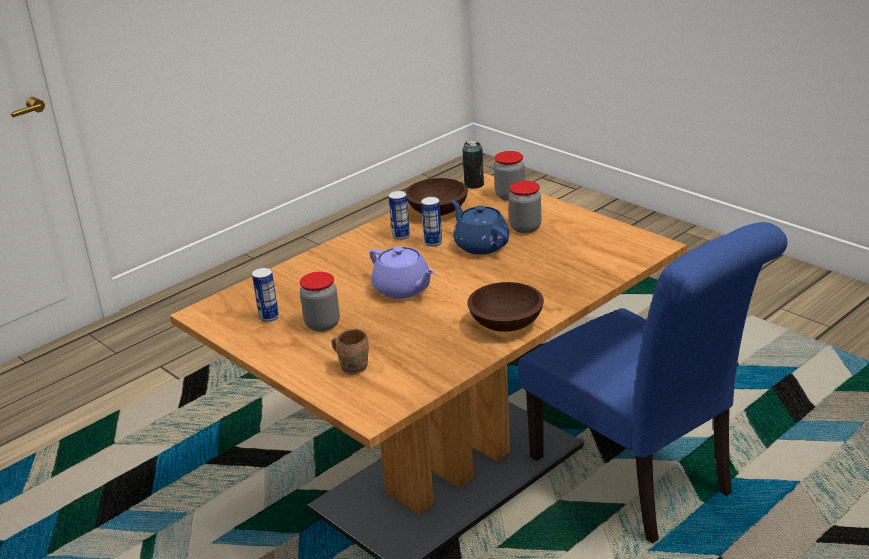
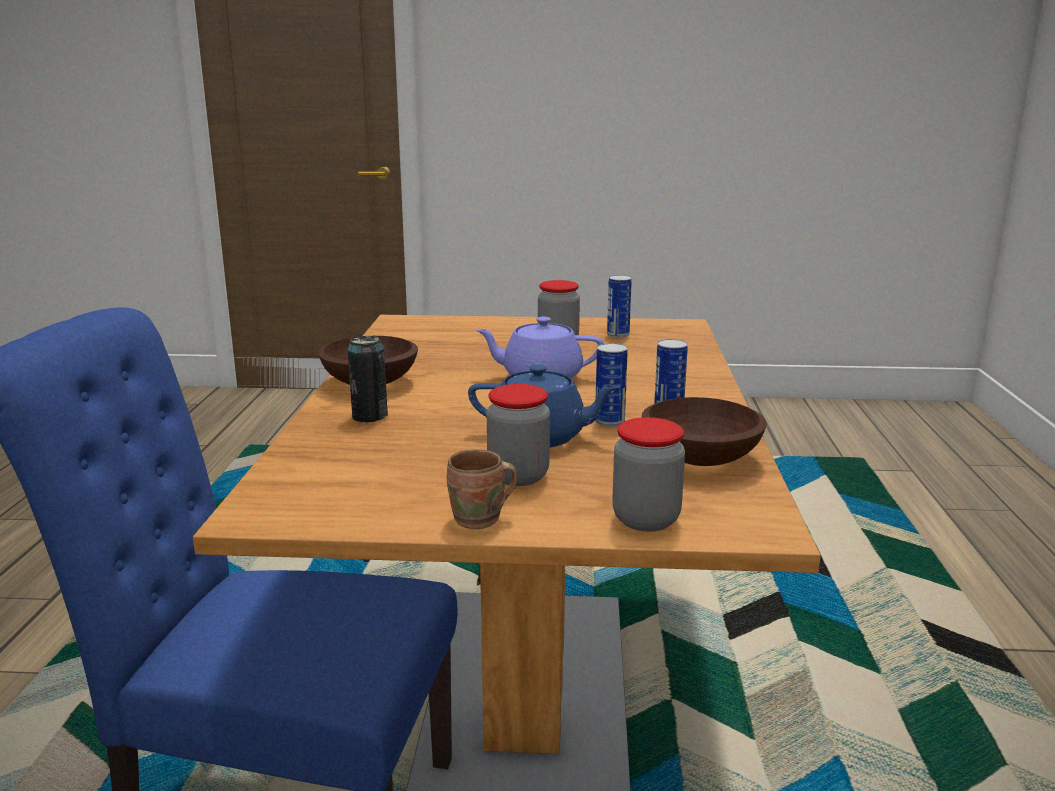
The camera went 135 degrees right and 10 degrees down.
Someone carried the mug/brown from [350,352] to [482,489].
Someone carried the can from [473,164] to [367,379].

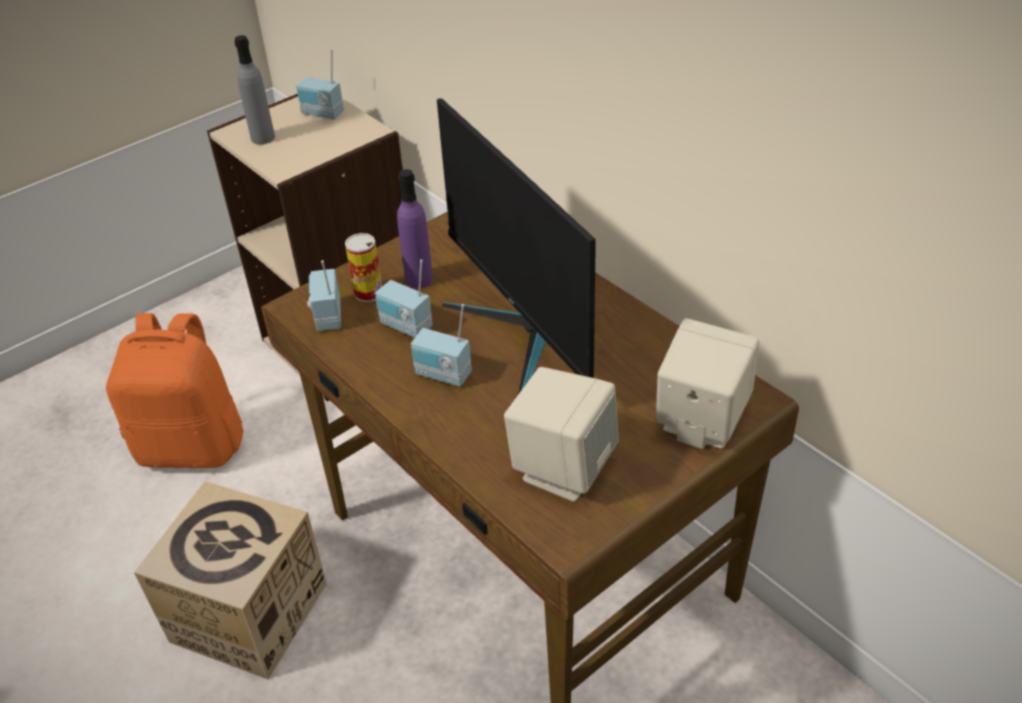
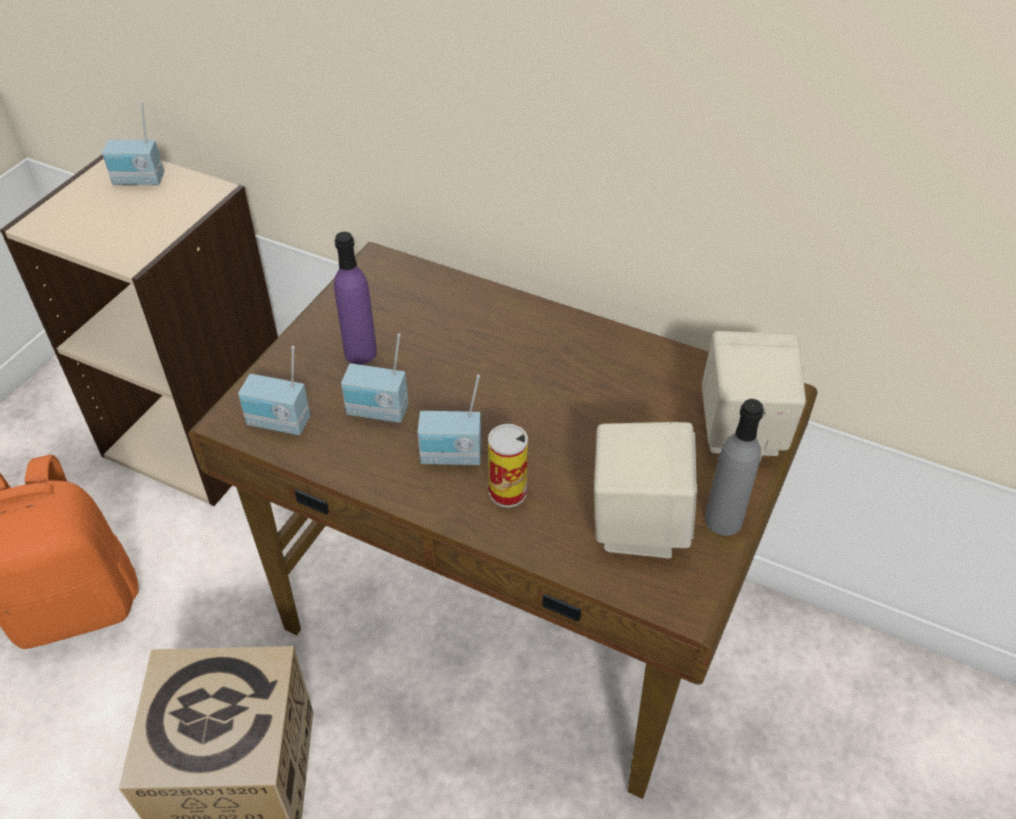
The camera went 25 degrees left and 5 degrees up.
Someone carried the bottle/grey from [254,90] to [734,467].
Someone rotated the radio at [324,295] by 45 degrees counterclockwise.
Someone carried the can from [363,267] to [508,466].
Someone took away the monitor at [516,246].

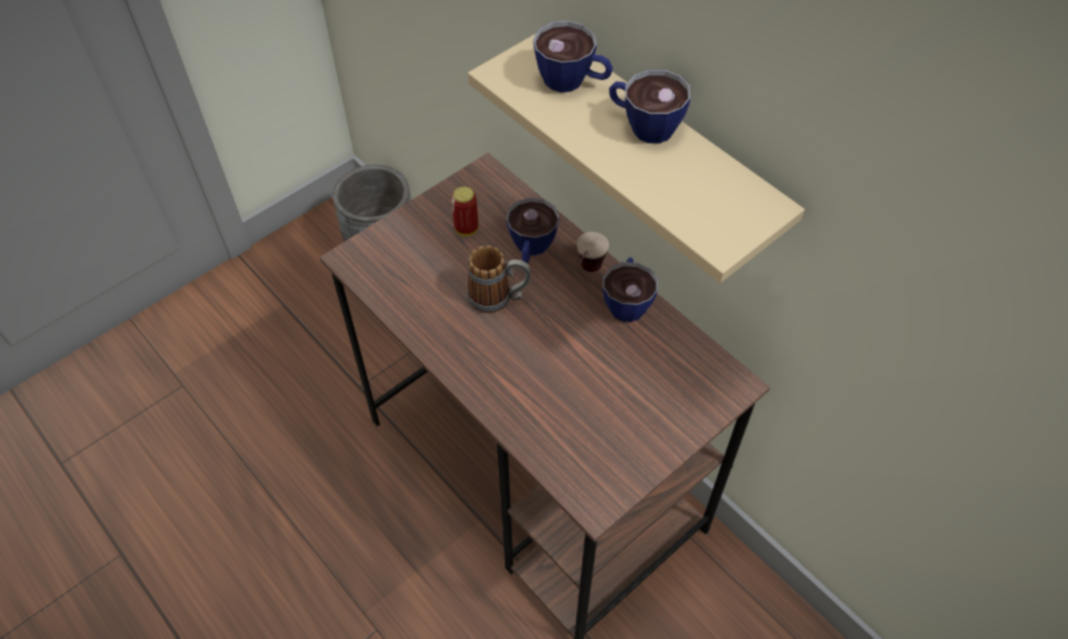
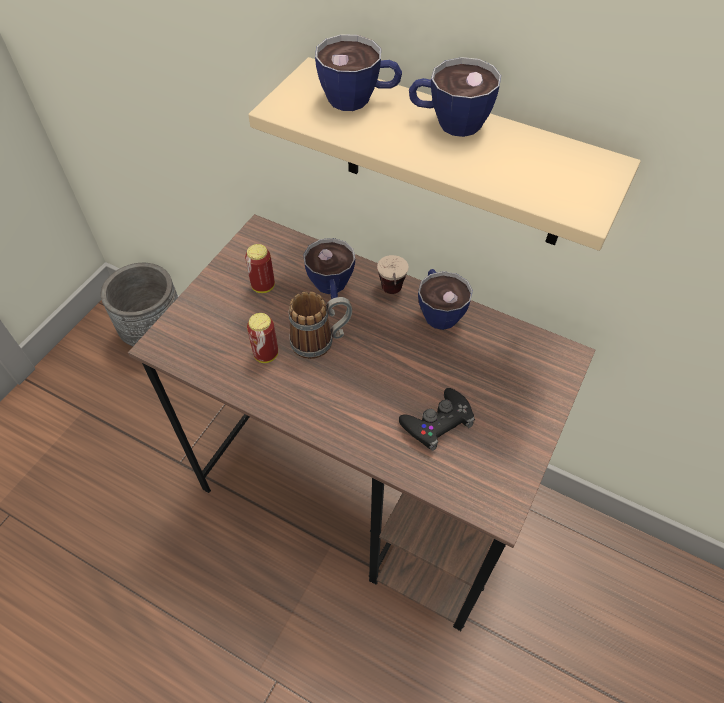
The camera went 20 degrees left and 0 degrees up.
Someone put down the can at [262,338].
Someone put down the game controller/black at [437,419].

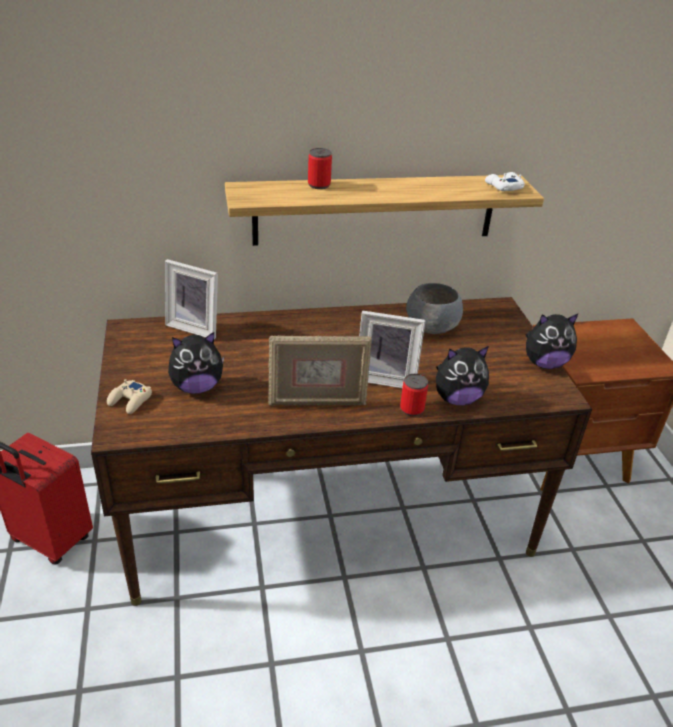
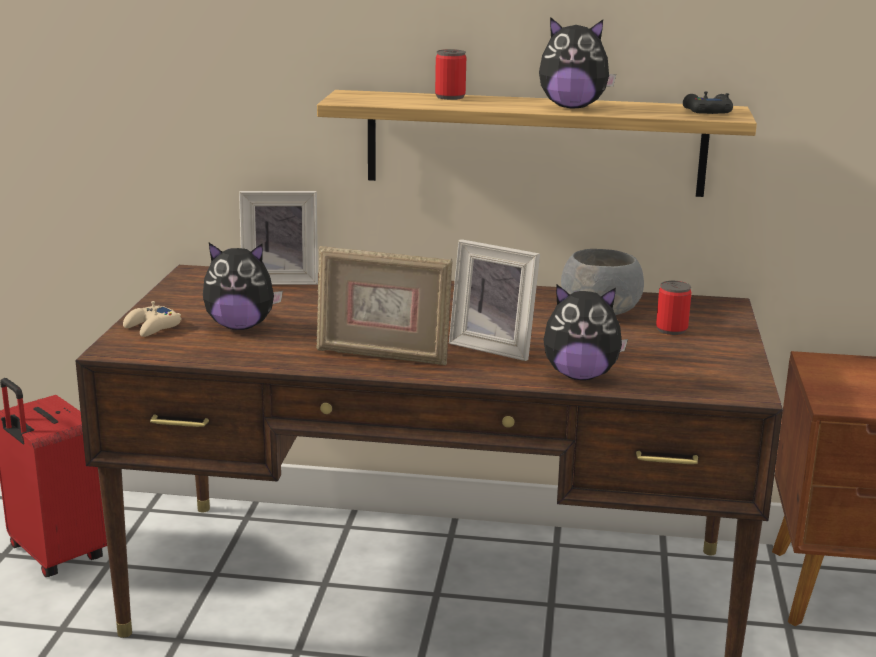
The camera went 20 degrees right and 15 degrees down.
Someone rotated the picture frame at [191,299] by 45 degrees counterclockwise.
Someone carried the can from [414,395] to [674,308].
Someone repainted the game controller/white at [505,181], which became the game controller/black at [708,102].
Someone carried the plush toy from [552,341] to [577,63].

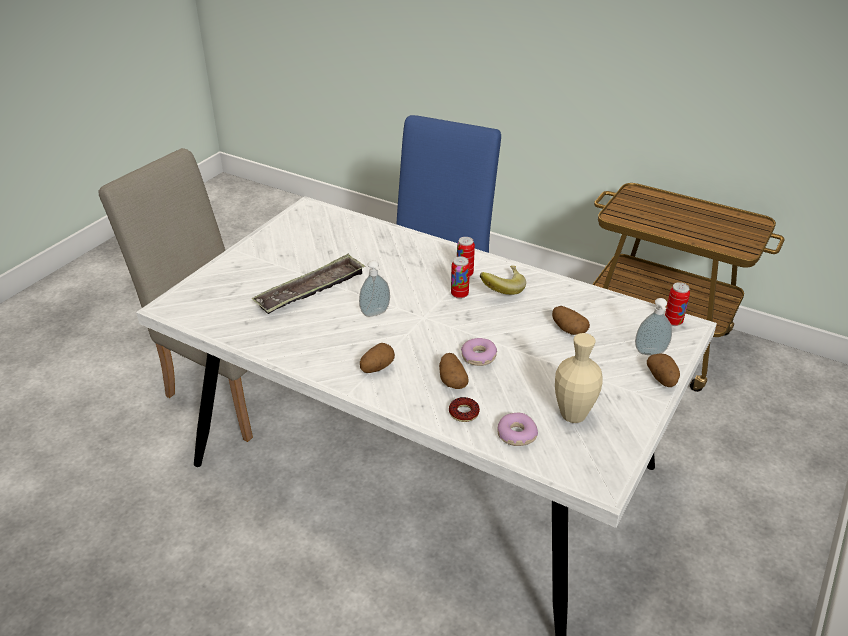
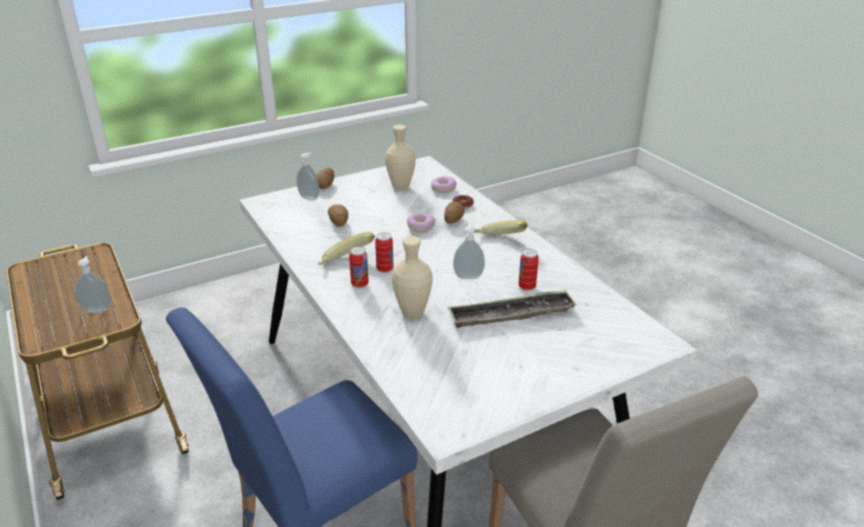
The camera went 150 degrees left and 5 degrees down.
Someone swapped the potato at [377,358] for the banana at [500,227].
Someone carried the can from [677,304] to [529,270].
Someone put down the soap dispenser at [93,284].
Someone put down the vase/beige at [412,277].

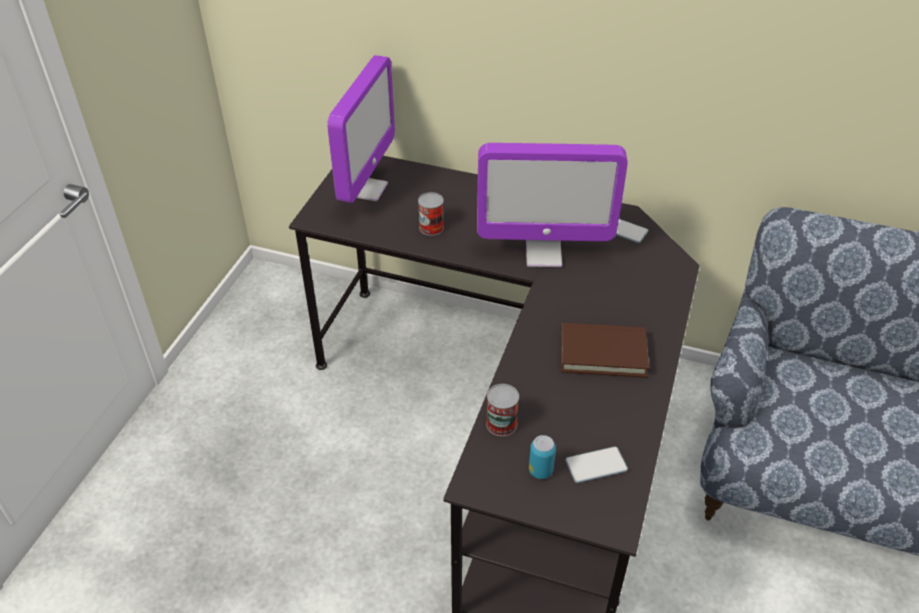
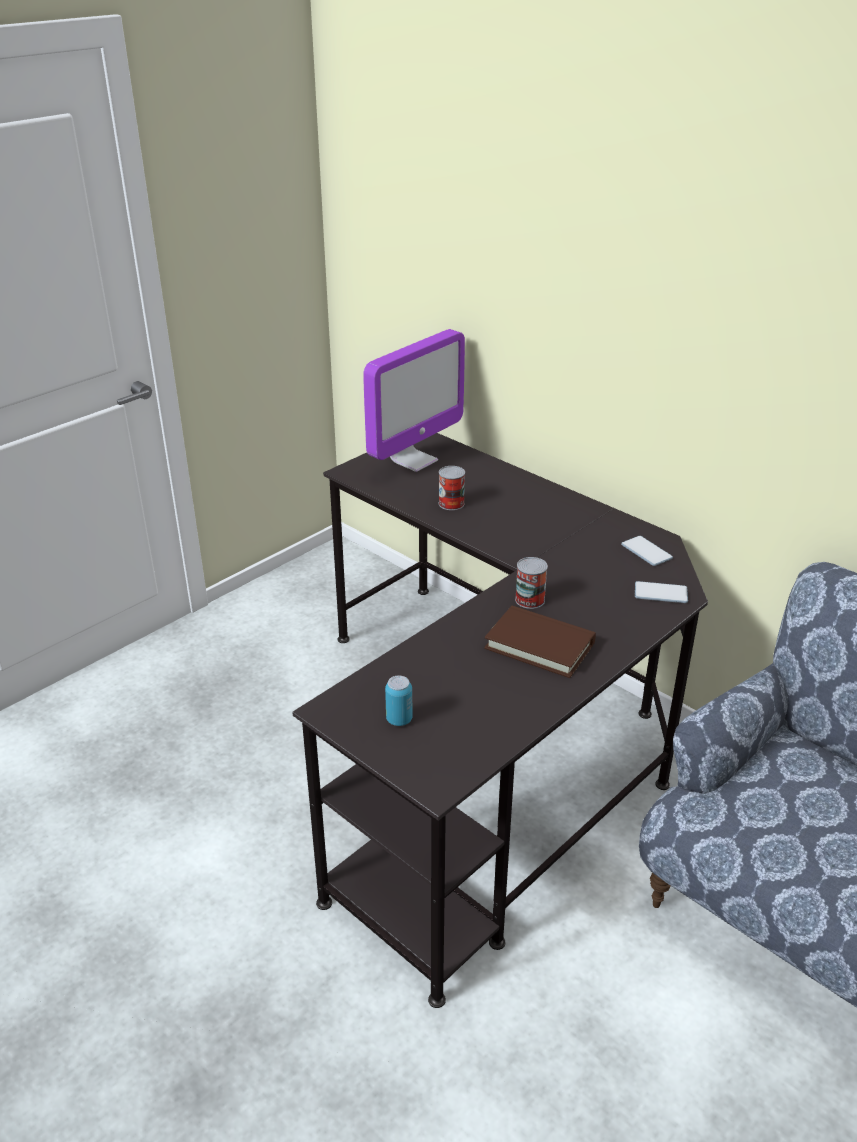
The camera went 25 degrees right and 10 degrees down.
Someone took away the monitor at [552,205].
Someone carried the can from [502,410] to [531,583].
Someone carried the phone from [596,464] to [661,592].

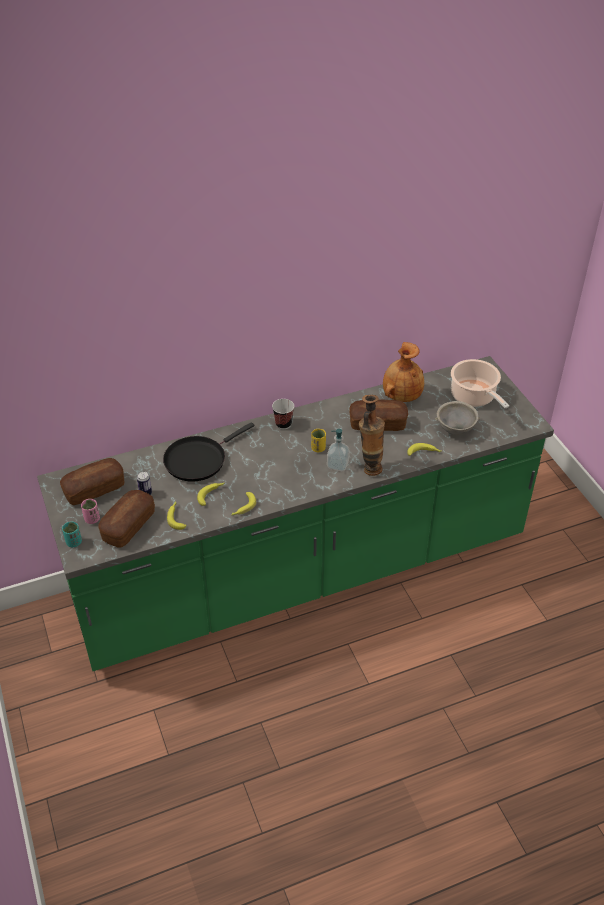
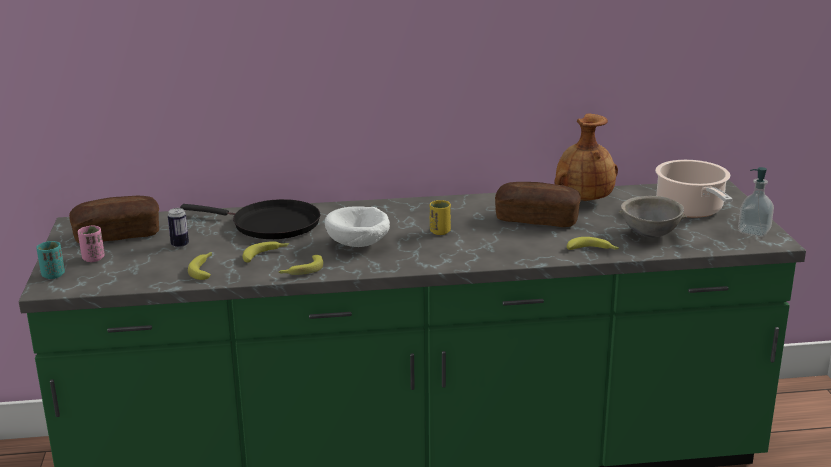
The camera went 15 degrees right and 20 degrees down.
Someone took away the bread at [126,519].
Someone rotated the frying pan/black at [208,452] by 135 degrees counterclockwise.
Someone took away the cup at [283,414].
Someone carried the soap dispenser from [338,450] to [756,202].
Someone took away the vase at [372,435].
Someone put down the bowl/white at [357,226].

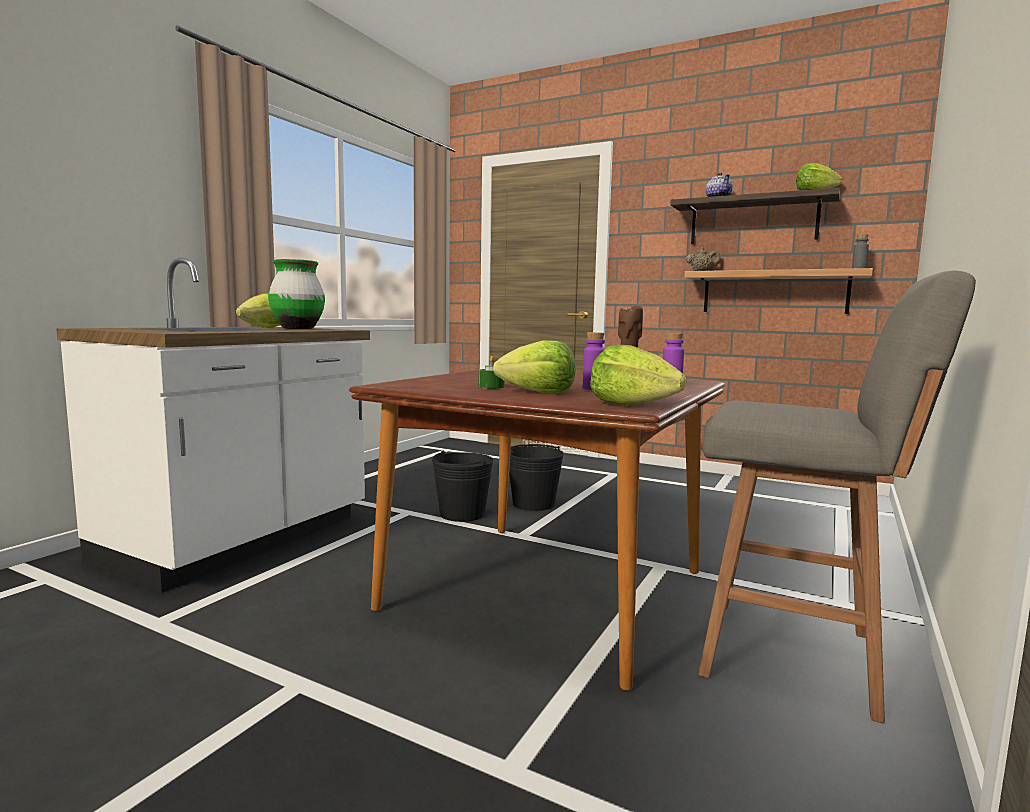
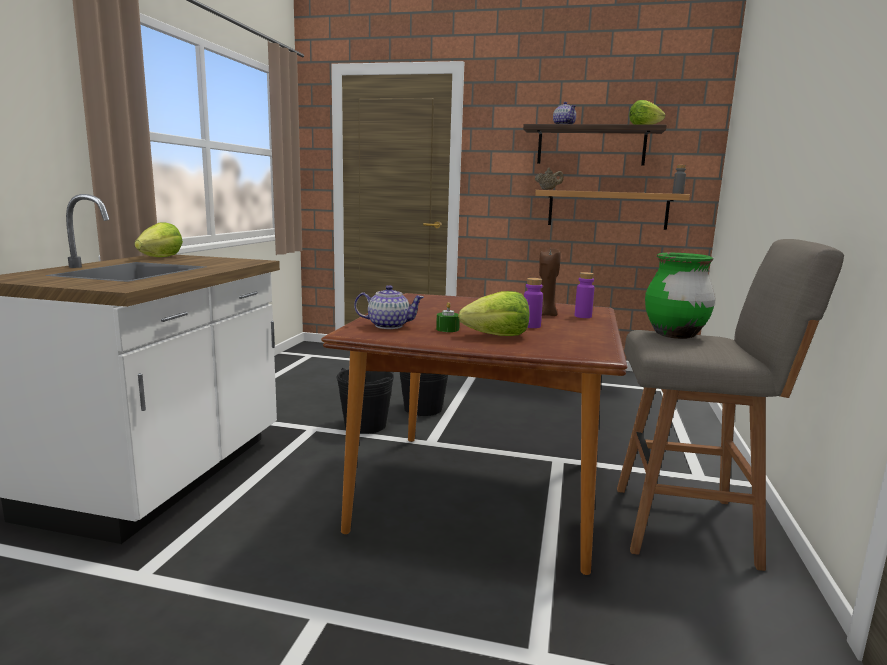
The camera went 15 degrees left and 5 degrees up.
Someone carried the vase/green from [296,294] to [680,296].
Someone took away the lettuce at [638,375].
Someone put down the teapot at [389,307].

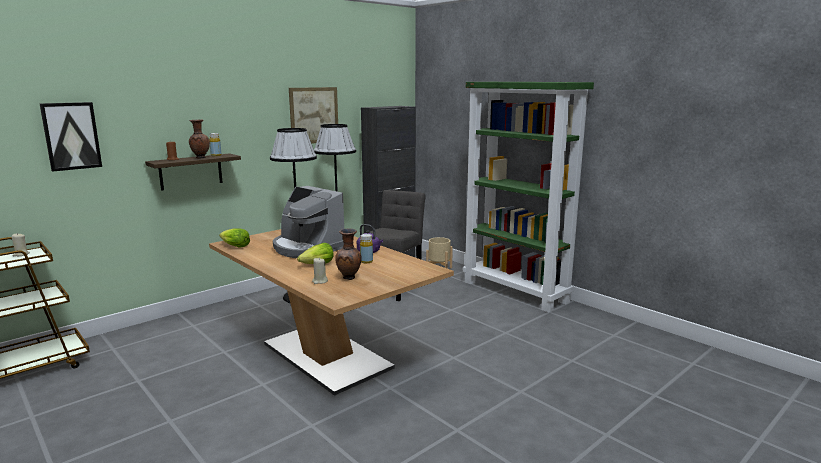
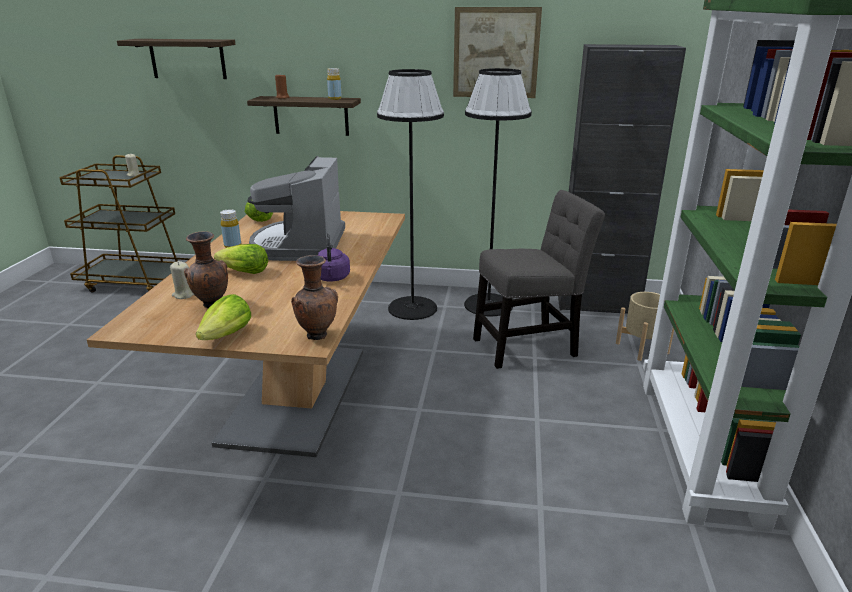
The camera went 50 degrees right and 10 degrees up.
Someone swapped the picture at [71,137] for the shelf at [176,59].
Someone carried the vase/brown from [199,139] to [314,297].
Someone carried the bottle/yellow from [366,248] to [230,228].
Someone put down the lettuce at [223,317].

